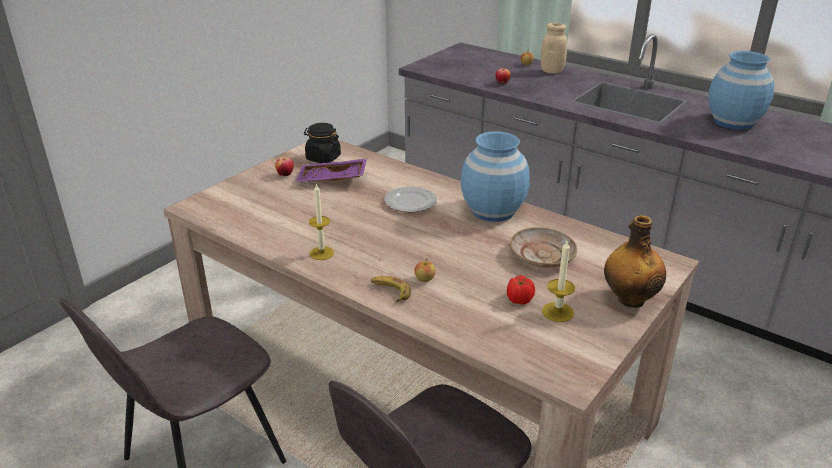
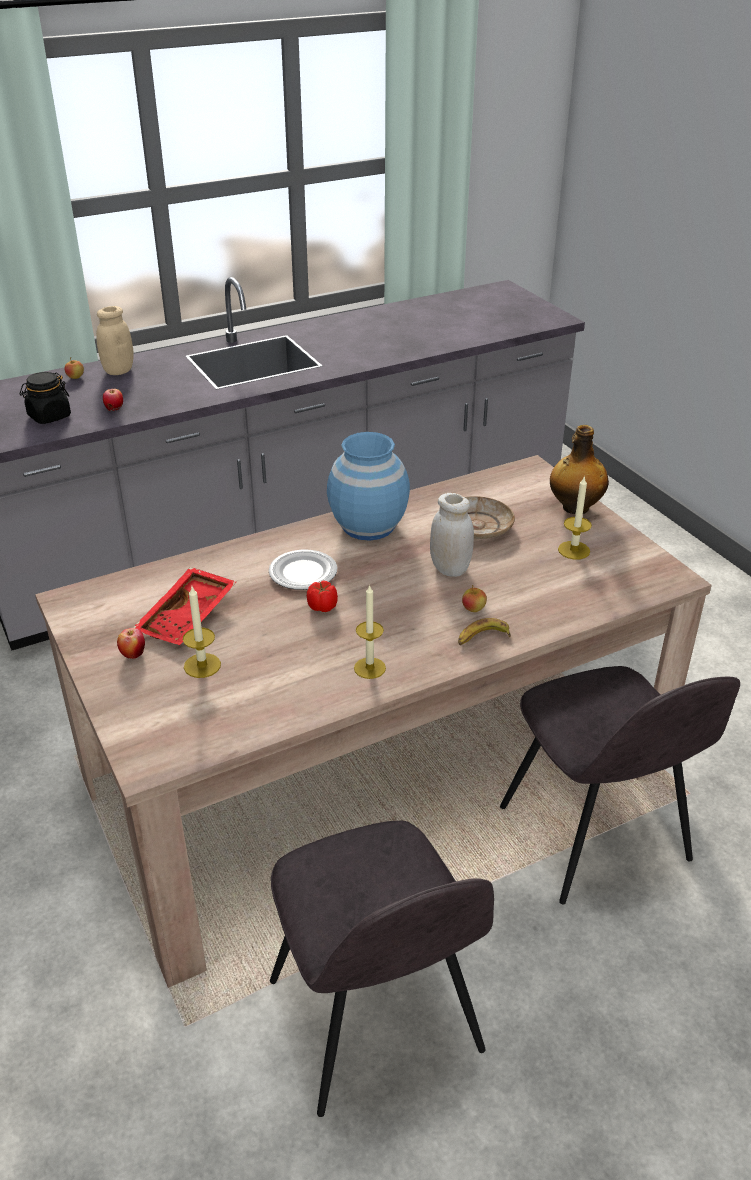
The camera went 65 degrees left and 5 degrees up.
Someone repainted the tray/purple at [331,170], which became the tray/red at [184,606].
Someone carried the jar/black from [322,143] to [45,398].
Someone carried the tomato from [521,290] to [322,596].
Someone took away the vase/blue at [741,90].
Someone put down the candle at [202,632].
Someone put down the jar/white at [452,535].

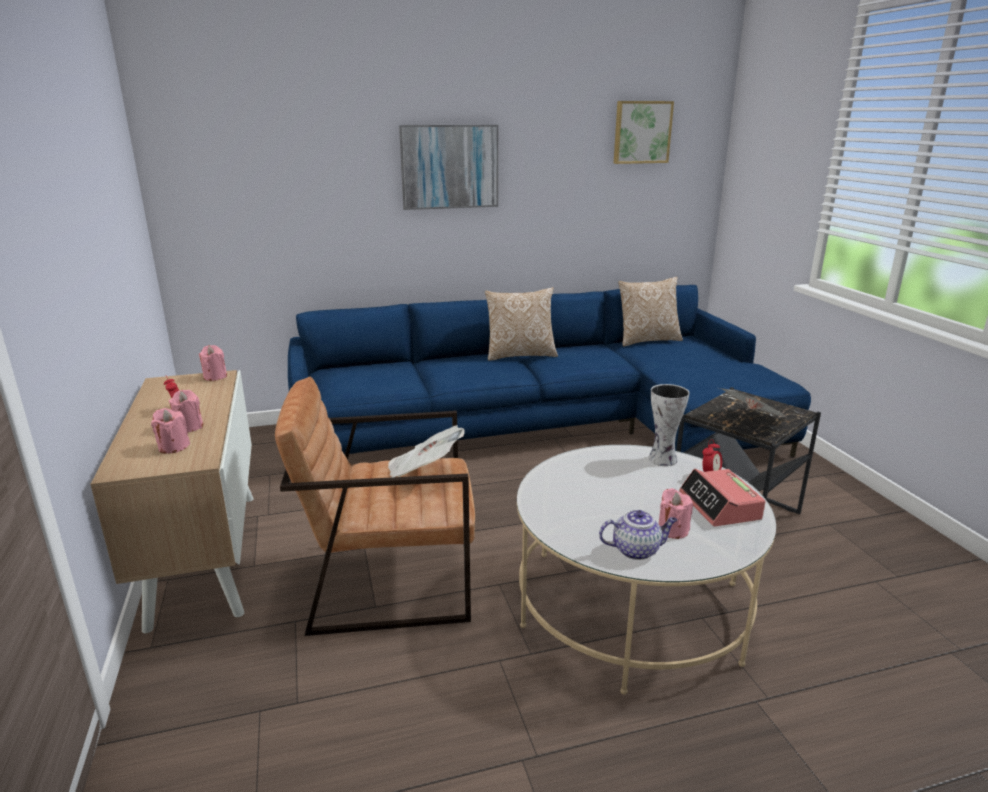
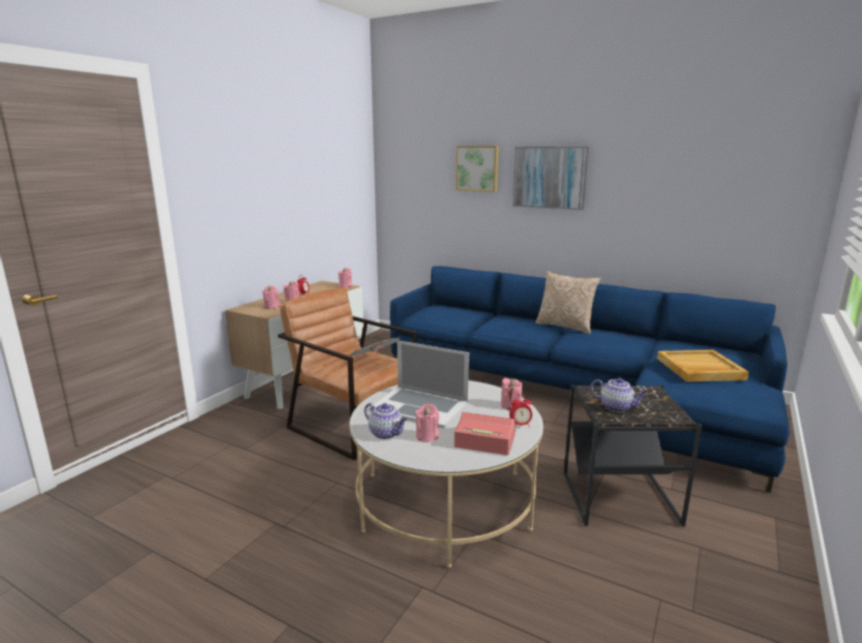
The camera went 45 degrees right and 5 degrees down.
Someone carried the picture from [644,132] to [477,169].
Someone took away the pillow at [650,312].
Someone swapped the vase at [668,425] for the candle/pink at [511,394].
Someone rotated the alarm clock at [722,497] by 75 degrees clockwise.
Someone swapped the newspaper at [752,402] for the teapot at [619,395].
Someone put down the laptop at [419,384].
Someone put down the tray/beige at [703,366].

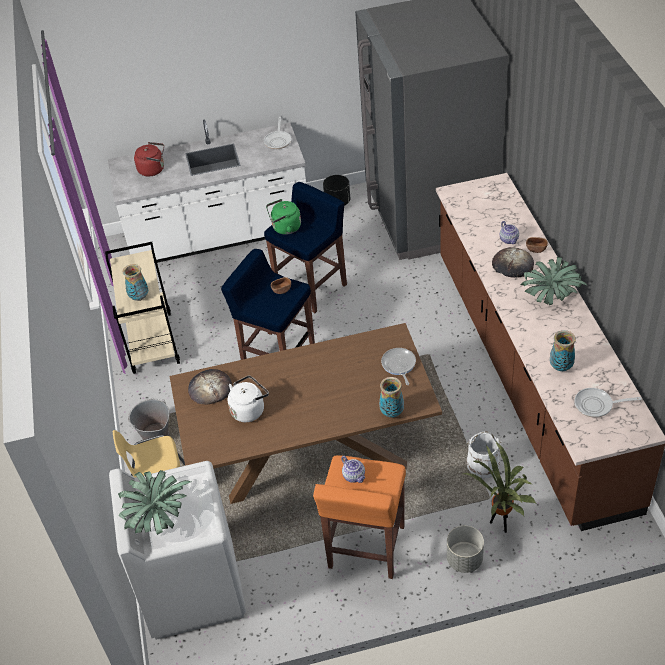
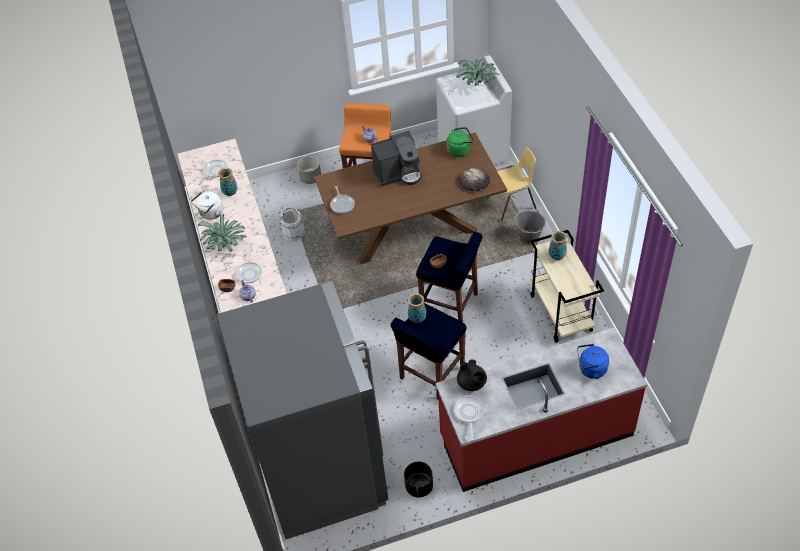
The camera went 175 degrees right and 5 degrees up.
Someone repainted the counter/white at [207,191], which became the counter/red at [541,410].
Someone repainted the kettle/red at [149,159], which became the kettle/blue at [593,361].
Someone carried the kettle/white from [248,398] to [207,205].
Someone carried the kettle/green from [283,217] to [460,142].
Someone carried the vase from [391,397] to [417,308].
Someone took away the potted plant at [499,487].
Someone swapped the bread at [513,262] for the frying pan at [249,264].
Someone put down the coffee machine at [396,158].
Someone put down the teapot/black at [472,375].

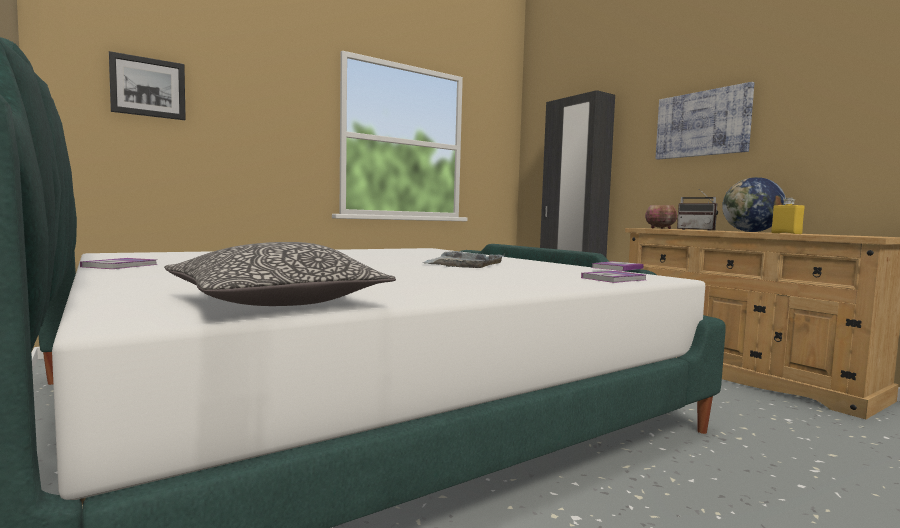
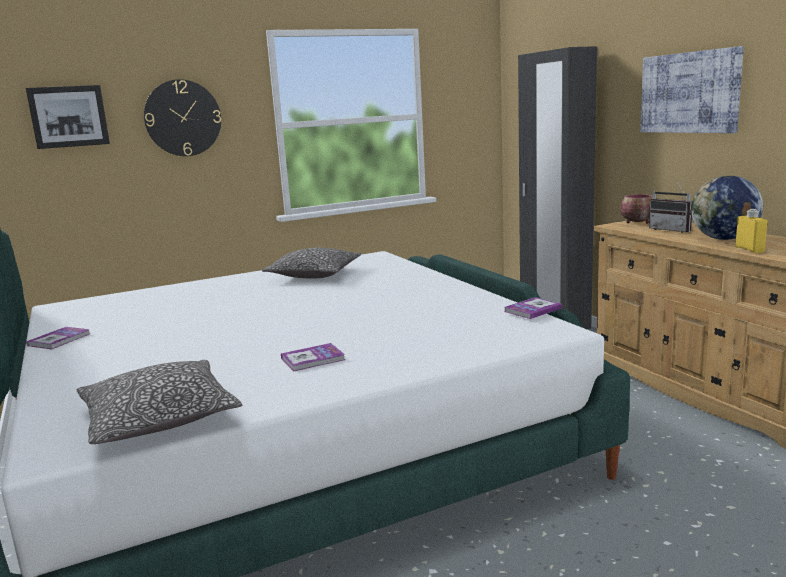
The camera went 10 degrees right and 10 degrees up.
Someone took away the tray/grey at [464,259].
Someone carried the book from [613,277] to [313,357].
Someone put up the wall clock at [182,117].
Someone put down the pillow at [311,263].

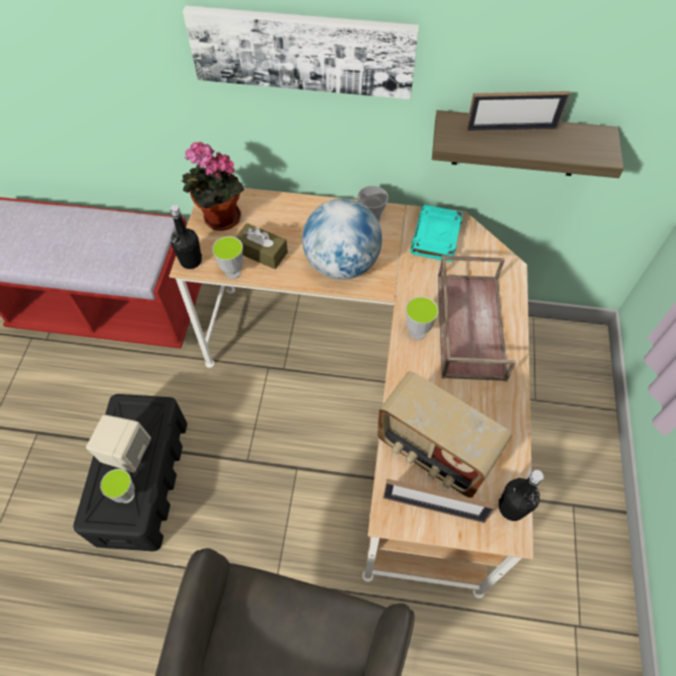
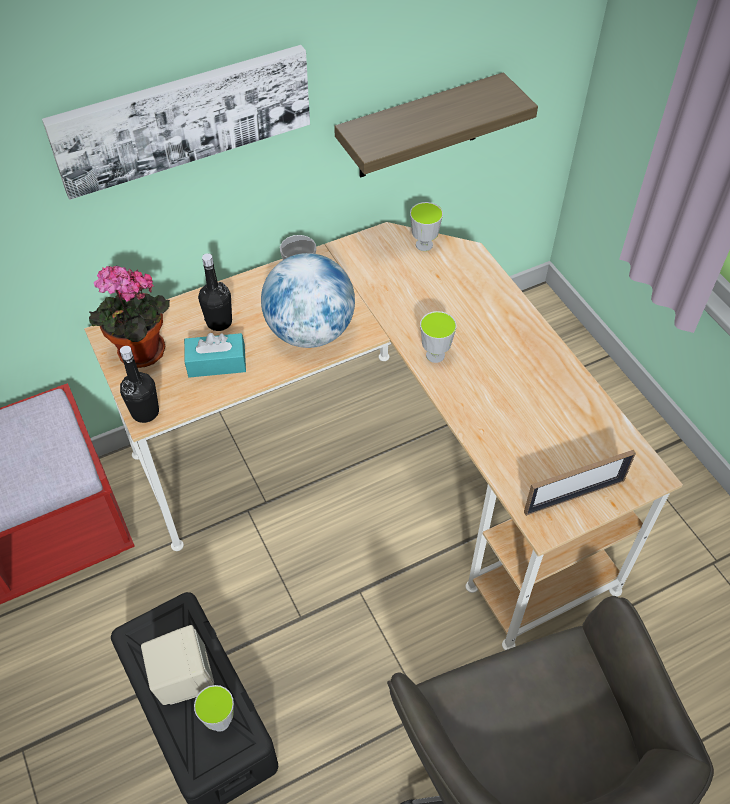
The camera went 35 degrees left and 5 degrees down.
Someone carried the cup from [227,257] to [426,226].
Someone repainted the tissue box/brown at [262,246], which became the tissue box/turquoise at [215,355].
Someone took away the radio at [444,434].
Someone took away the book/turquoise at [436,233].
Someone took away the tray/brown at [477,318].
Someone took away the picture frame at [518,111].
Someone carried the bottle/black from [521,495] to [215,292].

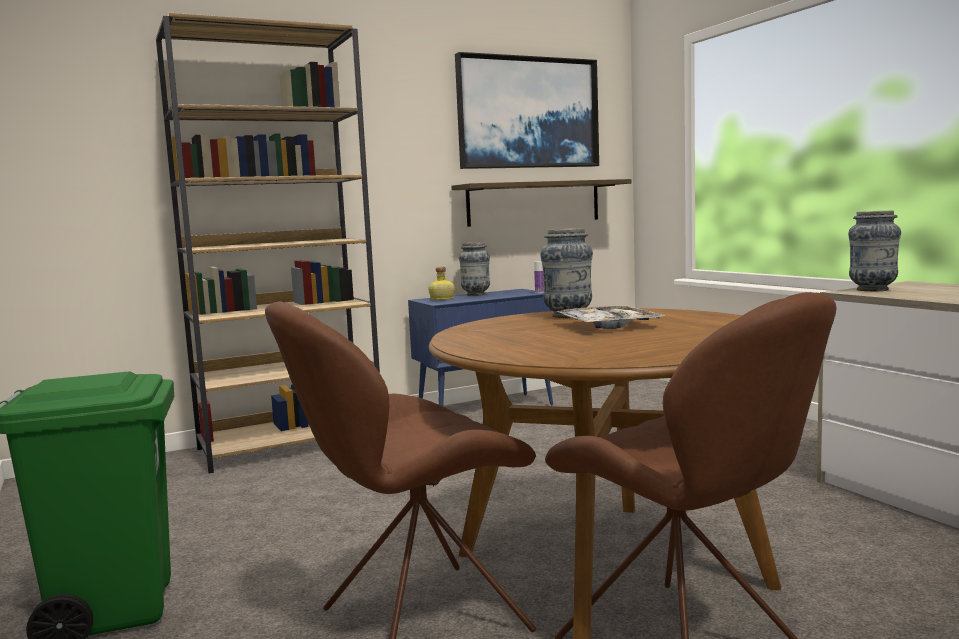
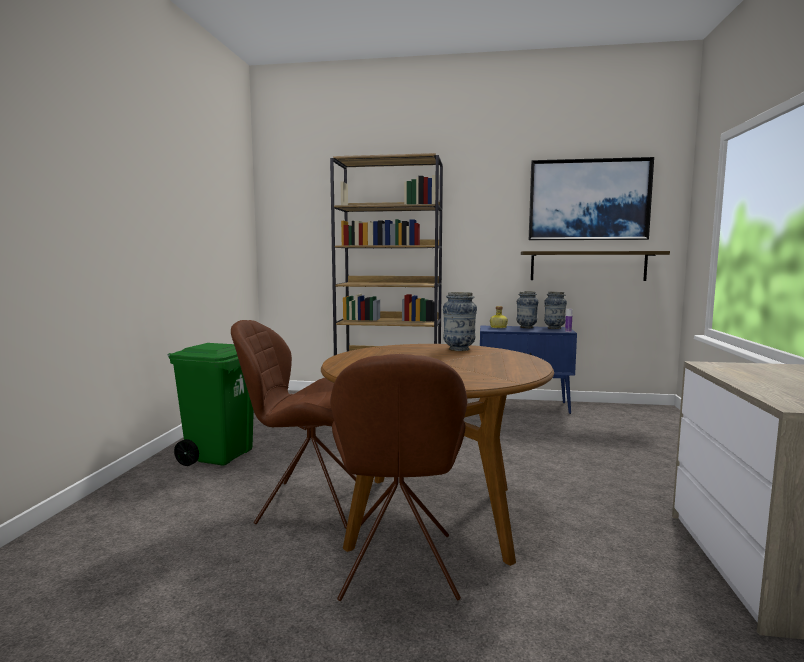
The camera went 35 degrees right and 0 degrees up.
Someone took away the tray at [610,317].
Someone carried the vase from [874,251] to [555,310].

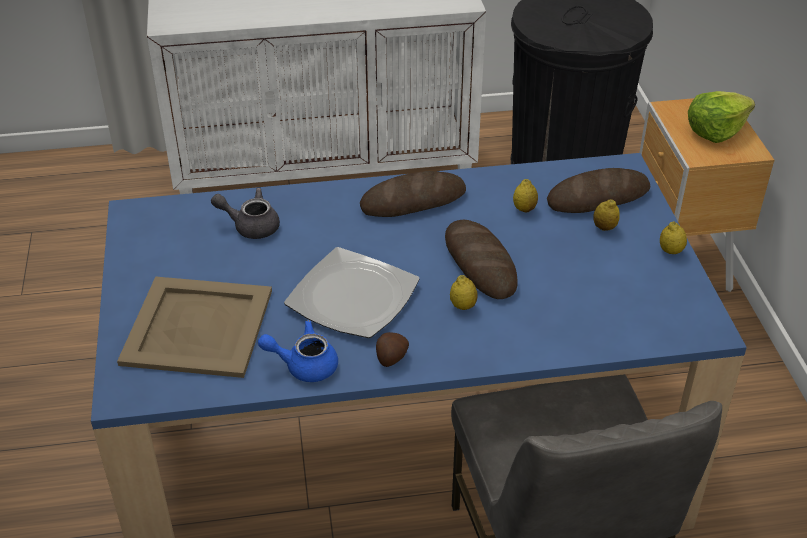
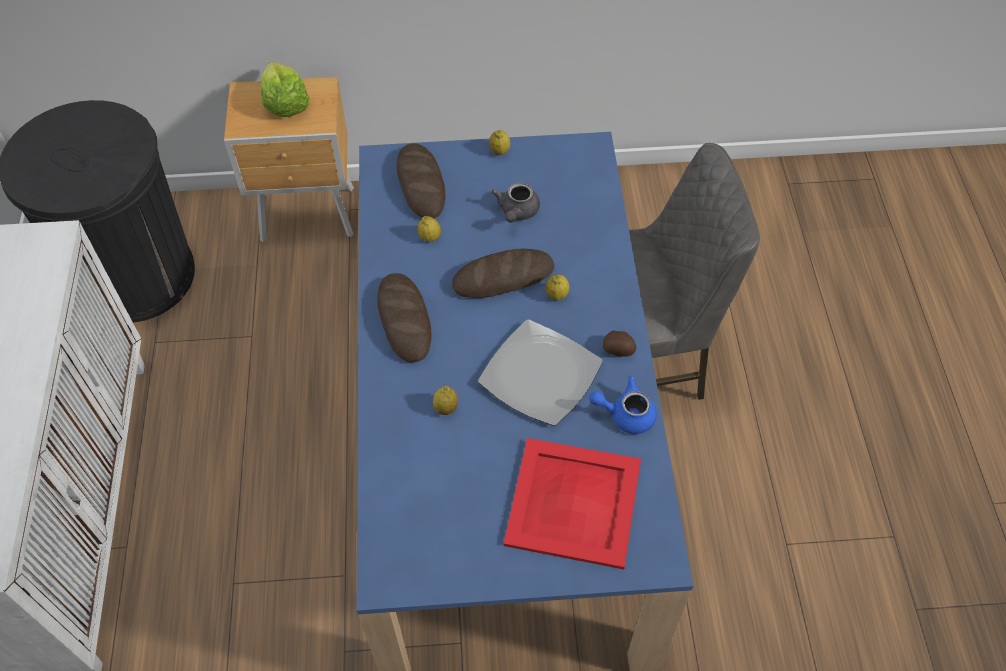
The camera went 85 degrees left and 15 degrees up.
Someone repainted the tray/beige at [194,327], which became the tray/red at [572,504].
Someone carried the teapot/grey from [245,213] to [515,202].
Someone rotated the teapot/blue at [298,351] by 90 degrees clockwise.
Someone carried the lemon from [606,215] to [445,400].

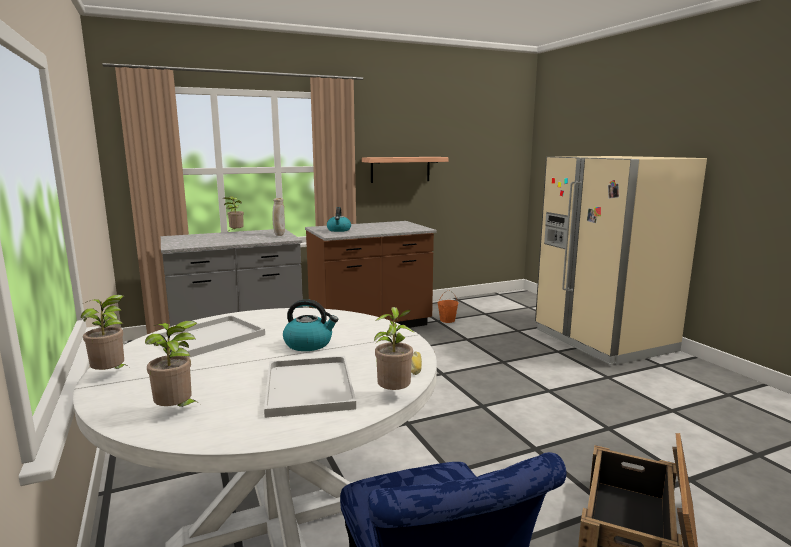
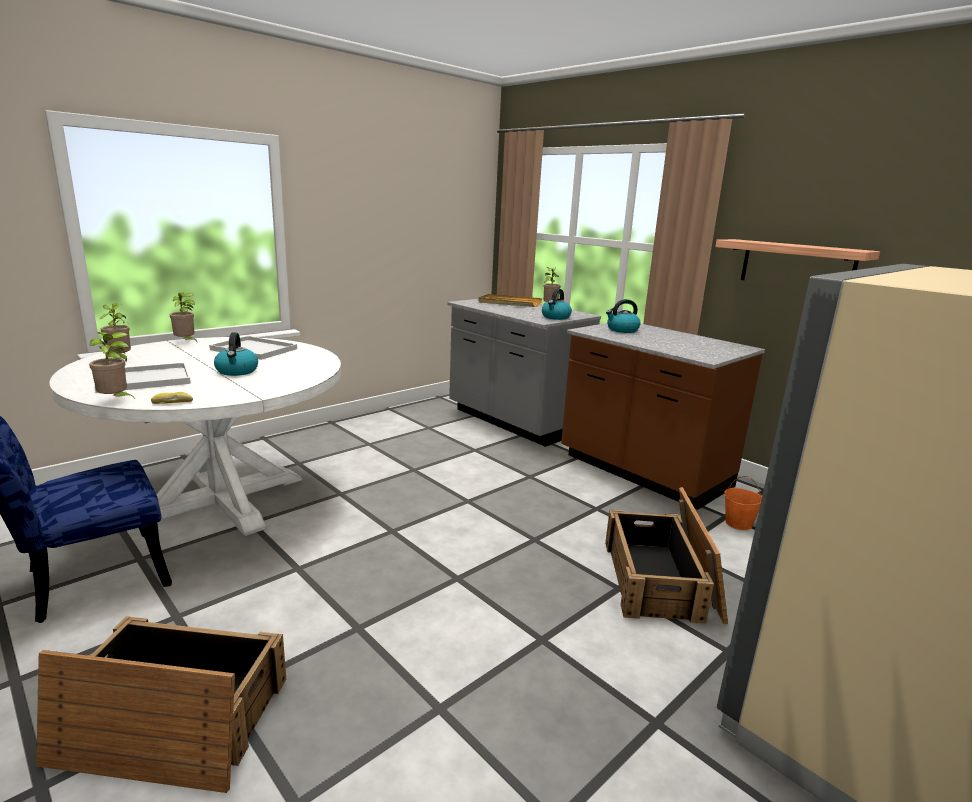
The camera went 70 degrees right and 5 degrees up.
Someone swapped the vase/beige at [278,217] for the kettle at [557,304].
Someone put down the tray/beige at [510,300].
Someone put down the crate at [666,555].

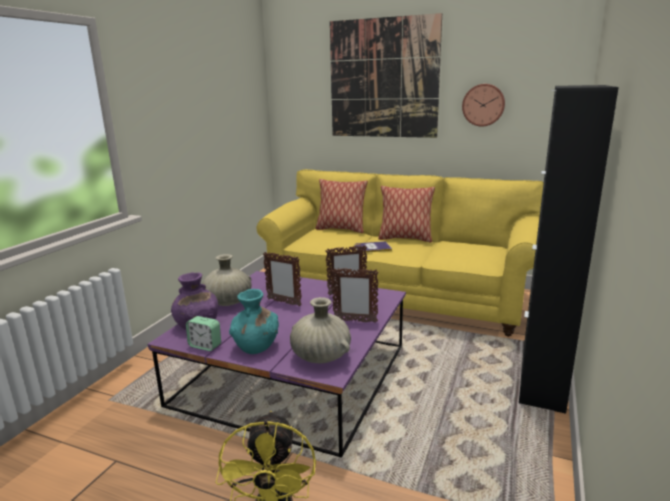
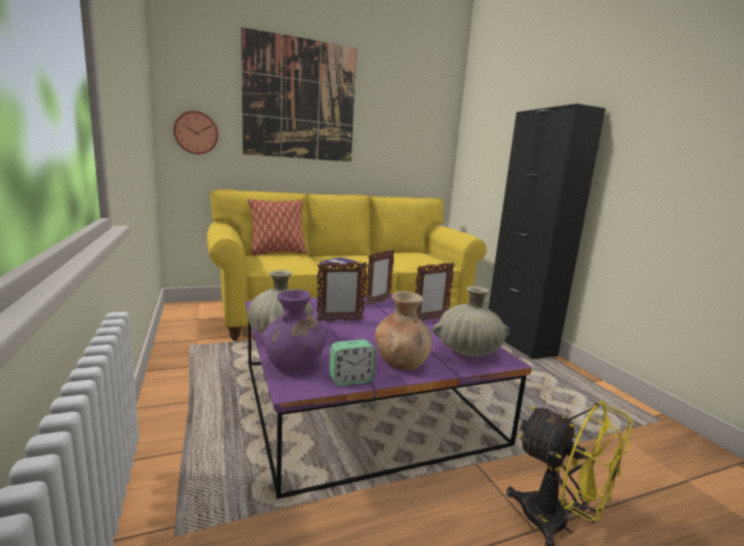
The camera went 45 degrees left and 5 degrees down.
Someone repainted the vase/turquoise at [254,321], which became the vase/brown at [403,330].
Someone took away the pillow at [406,214].
Someone carried the wall clock from [483,105] to [195,132].

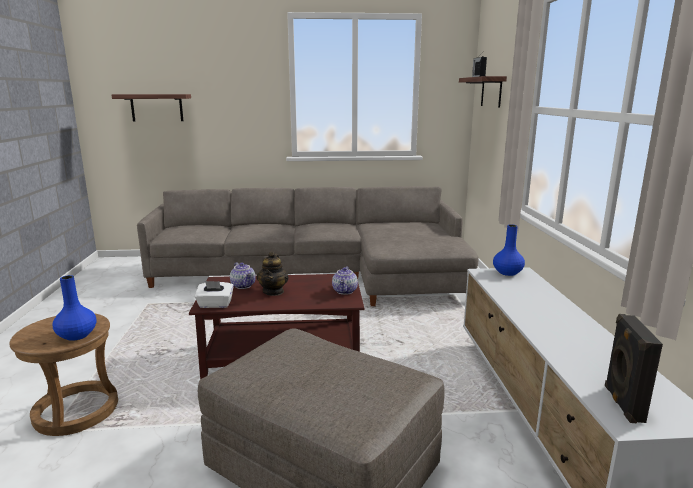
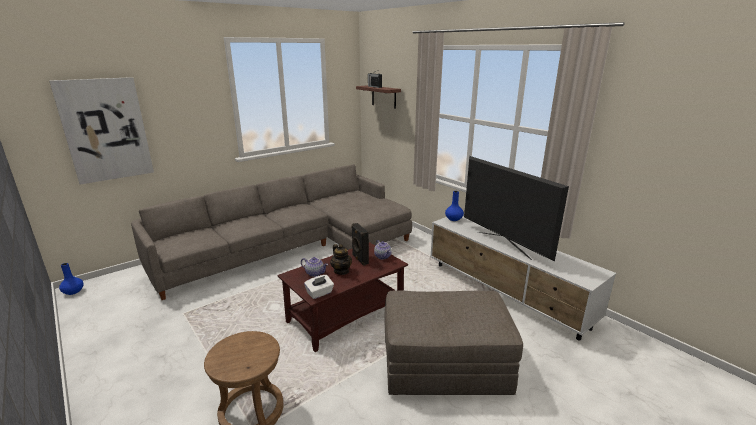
The camera went 35 degrees left and 5 degrees up.
Someone carried the vase/blue from [75,308] to [71,279].
Someone swapped the shelf at [151,107] for the picture at [101,130].
Someone carried the speaker/black from [634,368] to [360,244].
Someone put down the television at [516,209].

